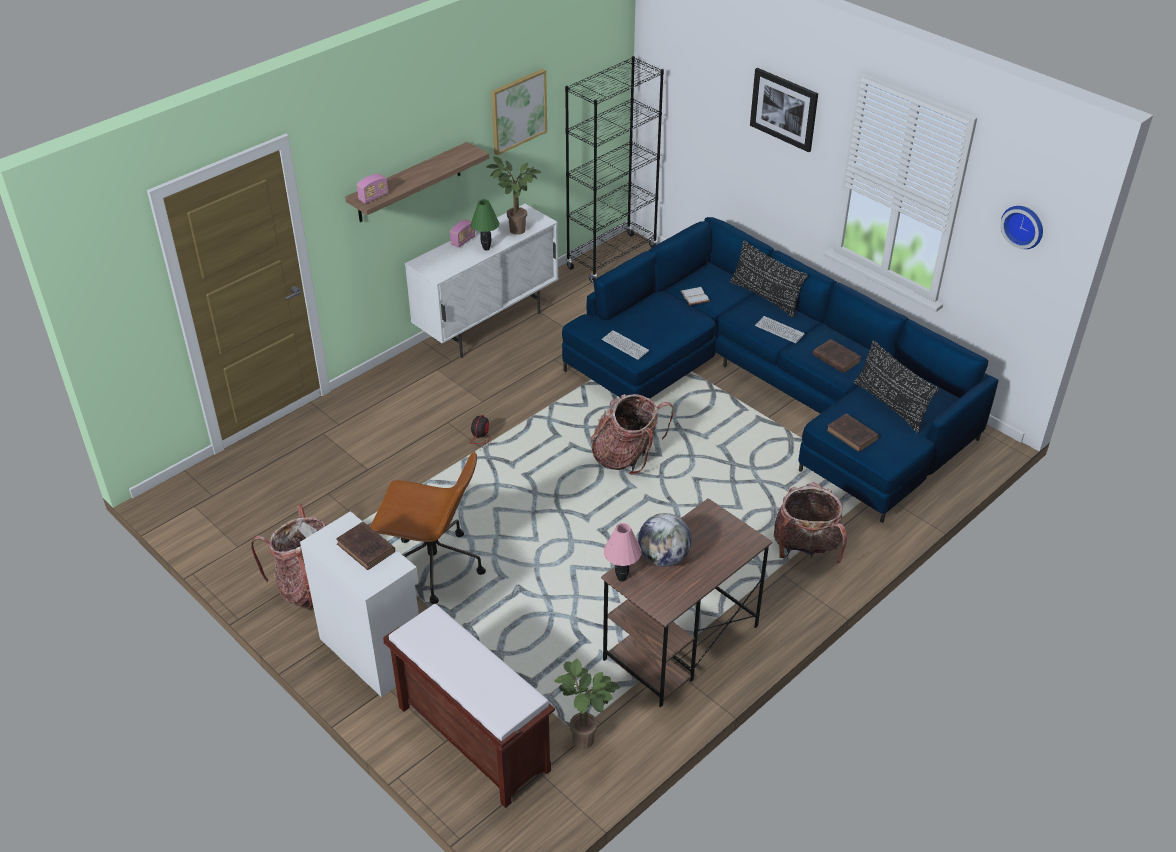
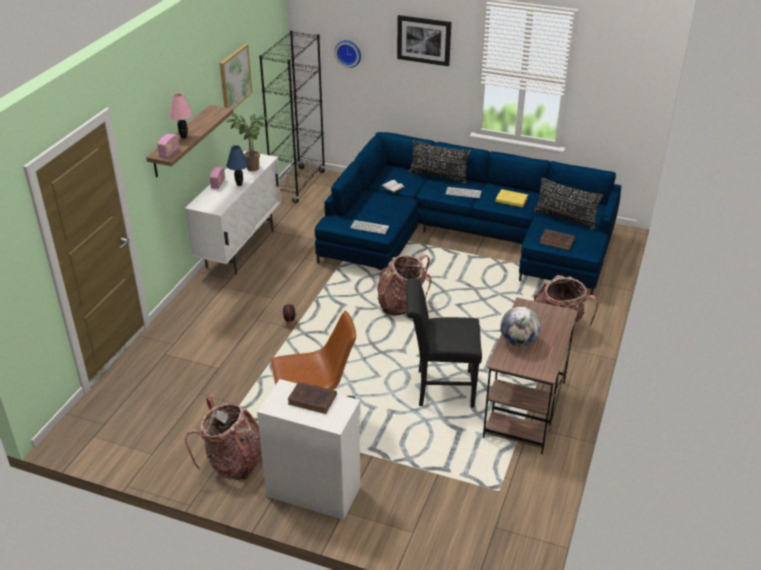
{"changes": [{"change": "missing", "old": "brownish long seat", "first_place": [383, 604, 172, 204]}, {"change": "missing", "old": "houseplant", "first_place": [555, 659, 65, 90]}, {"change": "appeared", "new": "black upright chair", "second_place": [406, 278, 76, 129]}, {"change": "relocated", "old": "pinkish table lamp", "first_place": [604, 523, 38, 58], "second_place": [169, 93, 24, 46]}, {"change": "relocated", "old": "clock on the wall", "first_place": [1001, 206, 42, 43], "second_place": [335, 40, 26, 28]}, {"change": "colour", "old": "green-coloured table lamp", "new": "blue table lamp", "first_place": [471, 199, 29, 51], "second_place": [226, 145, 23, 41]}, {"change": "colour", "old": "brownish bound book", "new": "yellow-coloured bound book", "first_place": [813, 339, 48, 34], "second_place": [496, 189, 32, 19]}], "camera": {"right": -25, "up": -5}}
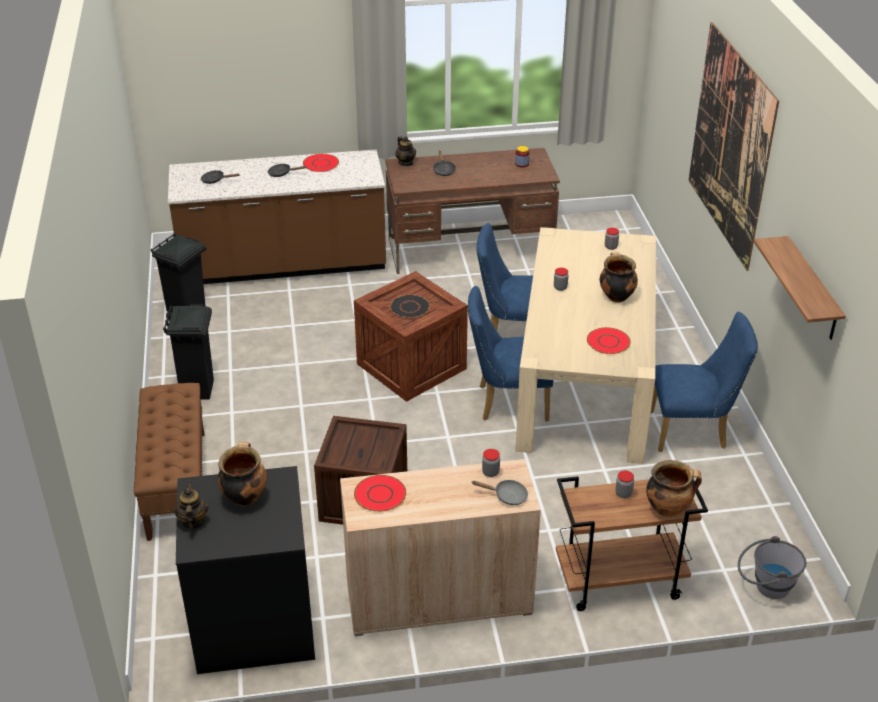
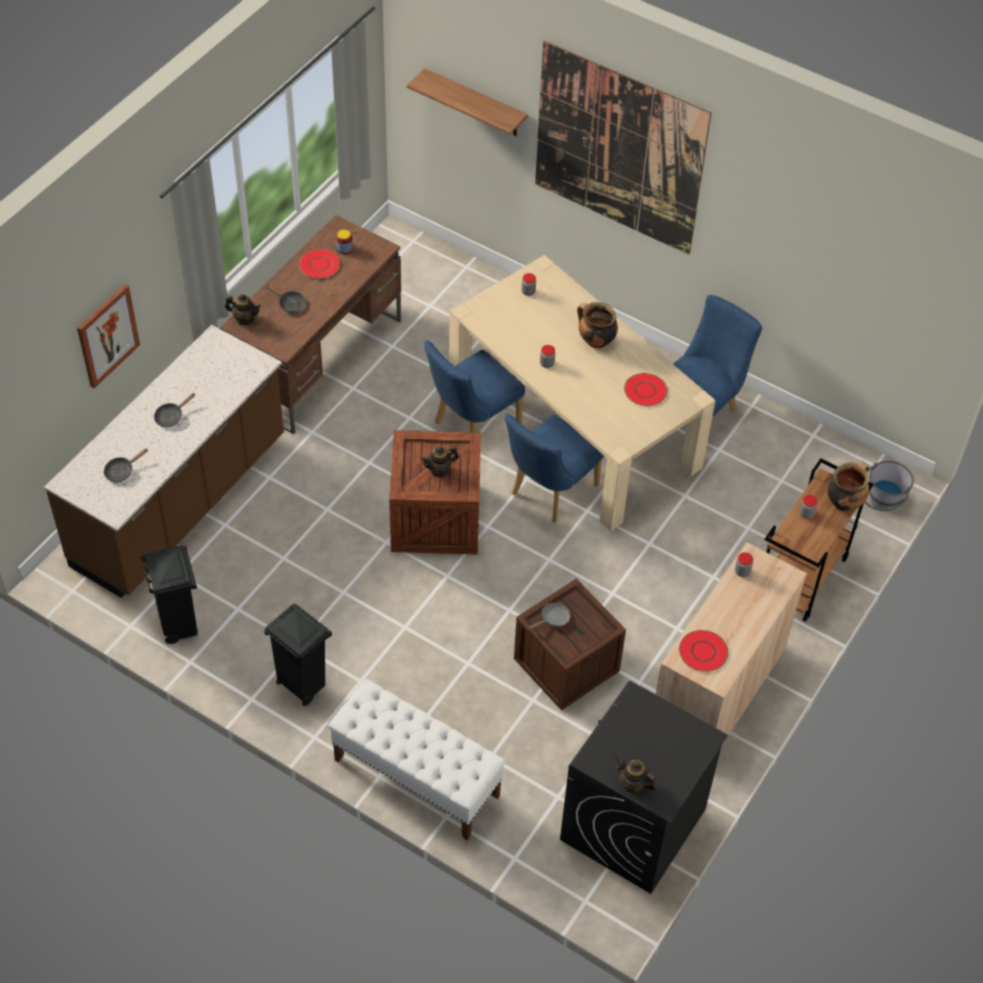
{"changes": [{"change": "missing", "old": "stockpot", "first_place": [218, 442, 49, 64]}, {"change": "appeared", "new": "picture", "second_place": [77, 284, 63, 104]}, {"change": "relocated", "old": "red-coloured plate", "first_place": [303, 154, 36, 18], "second_place": [299, 249, 41, 30]}, {"change": "relocated", "old": "grey frying pan", "first_place": [471, 480, 57, 25], "second_place": [527, 603, 43, 27]}, {"change": "relocated", "old": "shelf", "first_place": [753, 236, 93, 104], "second_place": [407, 68, 121, 68]}, {"change": "exchanged", "old": "black plate", "new": "tea pot", "first_place": [390, 294, 40, 24], "second_place": [421, 446, 38, 31]}, {"change": "colour", "old": "brownish long seat", "new": "white-coloured long seat", "first_place": [134, 383, 71, 158], "second_place": [328, 679, 178, 162]}], "camera": {"right": -50, "up": 15}}
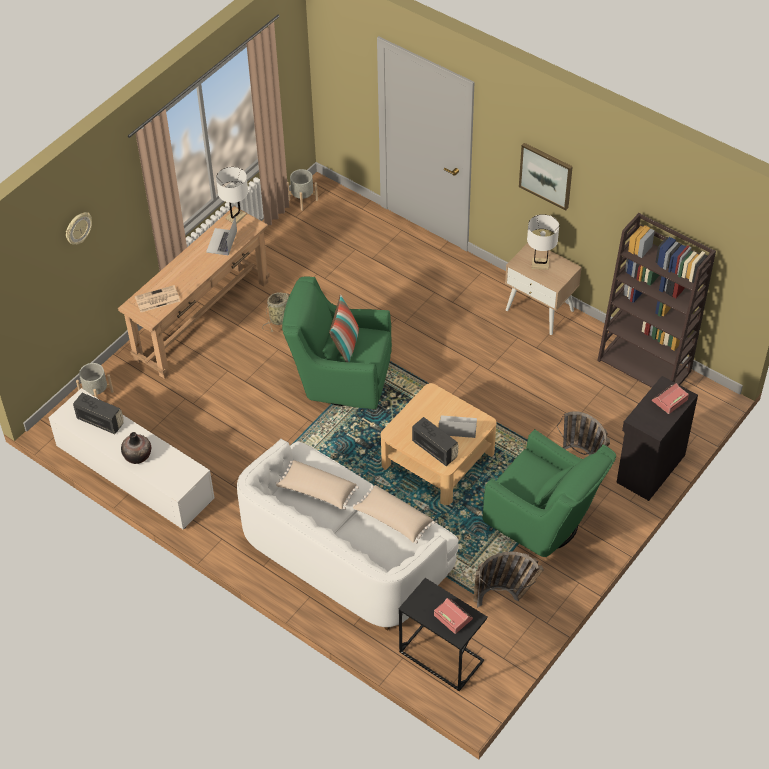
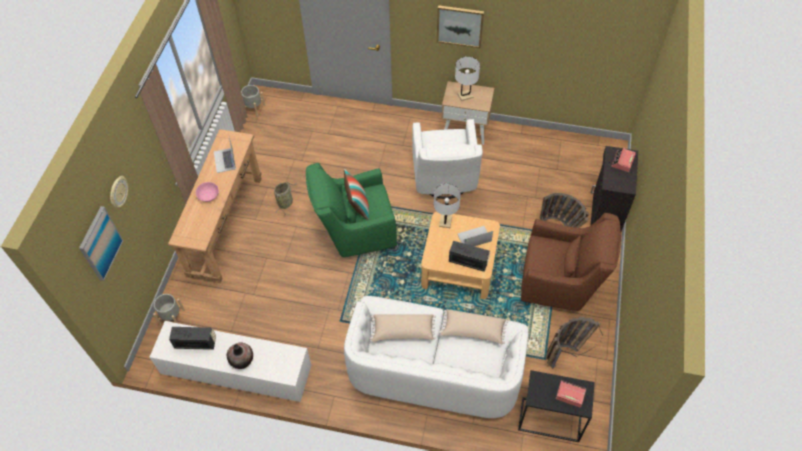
{"changes": [{"change": "missing", "old": "newspaper", "first_place": [135, 285, 45, 27]}, {"change": "missing", "old": "brownish bookcase", "first_place": [597, 213, 119, 175]}, {"change": "appeared", "new": "picture", "second_place": [79, 206, 44, 75]}, {"change": "appeared", "new": "pinkish deep dish", "second_place": [196, 182, 23, 20]}, {"change": "appeared", "new": "white-coloured lounge chair", "second_place": [412, 119, 71, 80]}, {"change": "relocated", "old": "white-coloured table lamp", "first_place": [216, 167, 32, 57], "second_place": [434, 184, 27, 44]}, {"change": "colour", "old": "green-coloured lounge chair", "new": "brownish lounge chair", "first_place": [483, 429, 133, 128], "second_place": [521, 213, 100, 98]}], "camera": {"right": -25, "up": 5}}
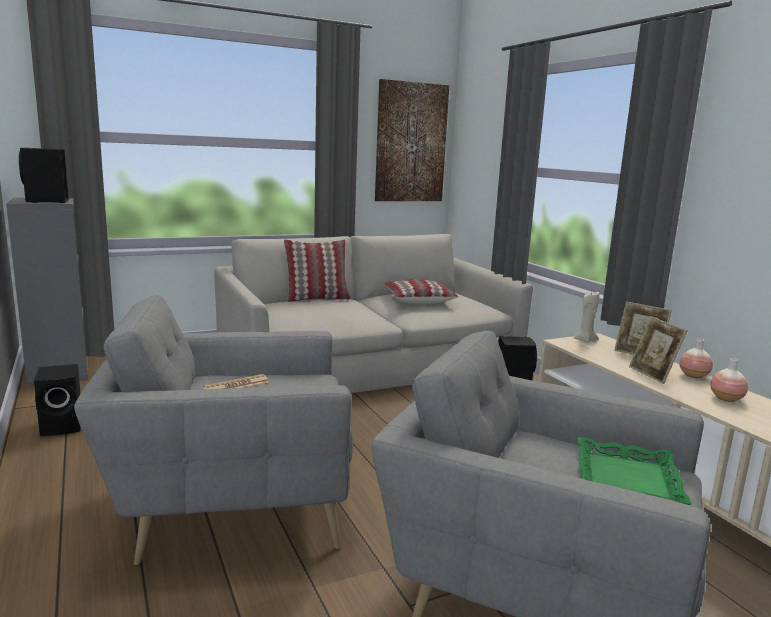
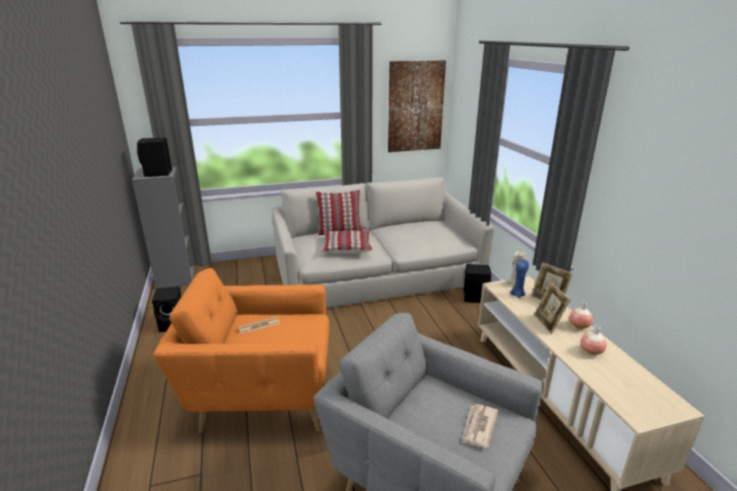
{"changes": [{"change": "appeared", "new": "blue candle", "second_place": [510, 259, 19, 39]}, {"change": "relocated", "old": "throw pillow", "first_place": [383, 279, 75, 25], "second_place": [322, 230, 51, 24]}, {"change": "exchanged", "old": "green-coloured tray", "new": "newspaper", "first_place": [578, 437, 113, 68], "second_place": [462, 404, 37, 44]}, {"change": "colour", "old": "grey lounge chair", "new": "orange lounge chair", "first_place": [74, 295, 279, 270], "second_place": [153, 268, 176, 166]}], "camera": {"right": 10, "up": 10}}
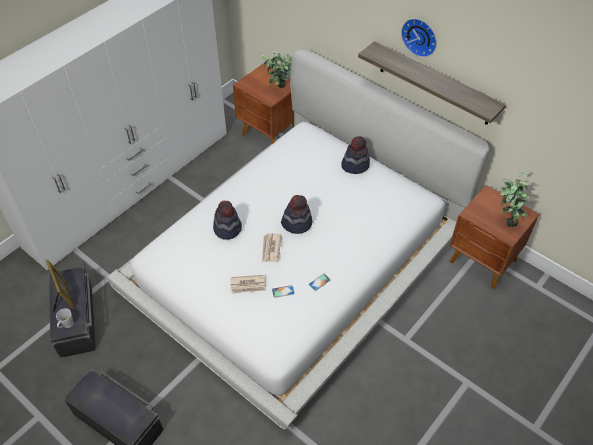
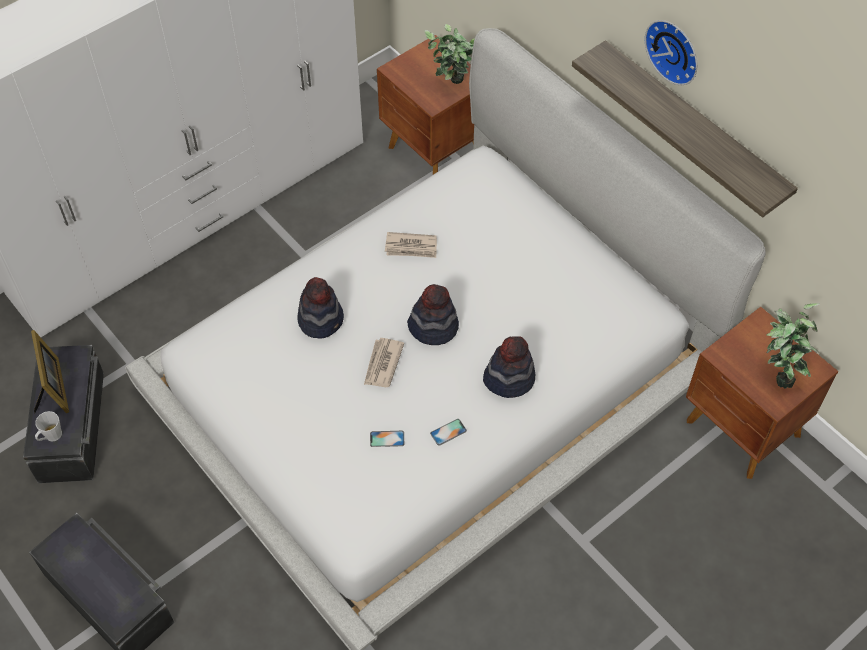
{"changes": [{"change": "relocated", "old": "newspaper", "first_place": [230, 275, 36, 19], "second_place": [385, 232, 52, 26]}, {"change": "relocated", "old": "wearable hat", "first_place": [342, 136, 28, 38], "second_place": [483, 336, 52, 62]}], "camera": {"right": 10, "up": 5}}
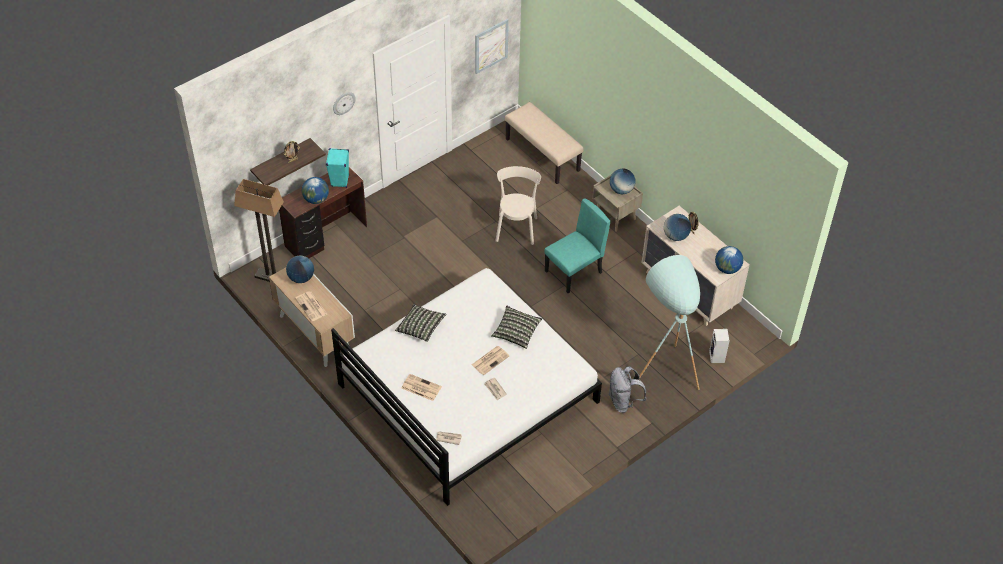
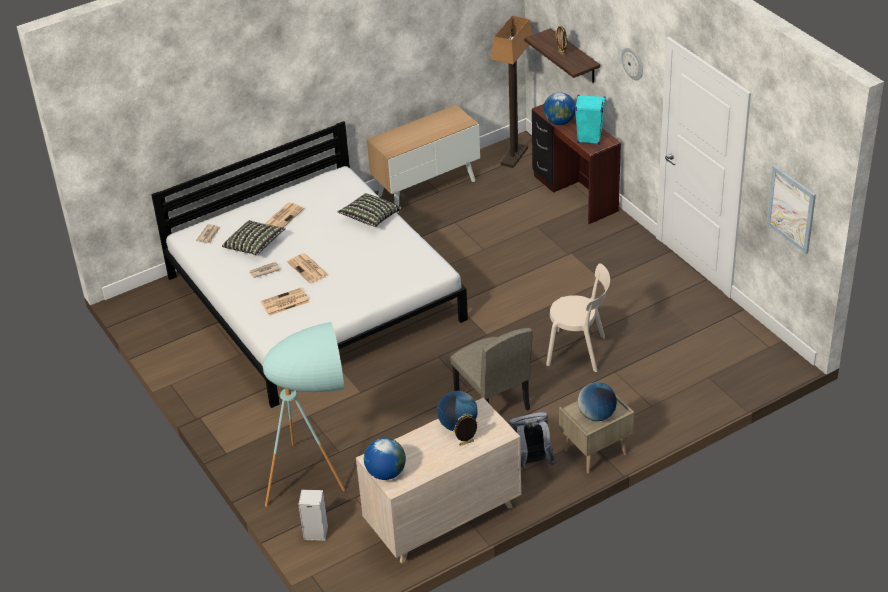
{"changes": [{"change": "missing", "old": "globe", "first_place": [286, 256, 28, 27]}, {"change": "missing", "old": "sand-coloured long seat", "first_place": [505, 102, 79, 82]}, {"change": "relocated", "old": "newspaper", "first_place": [295, 291, 32, 30], "second_place": [261, 288, 49, 28]}, {"change": "relocated", "old": "throw pillow", "first_place": [491, 305, 51, 44], "second_place": [222, 220, 64, 35]}, {"change": "relocated", "old": "grey knapsack", "first_place": [608, 366, 38, 47], "second_place": [509, 412, 46, 58]}, {"change": "colour", "old": "turquoise-coloured upright chair", "new": "sand-coloured upright chair", "first_place": [544, 198, 66, 95], "second_place": [450, 328, 82, 83]}], "camera": {"right": 100, "up": -10}}
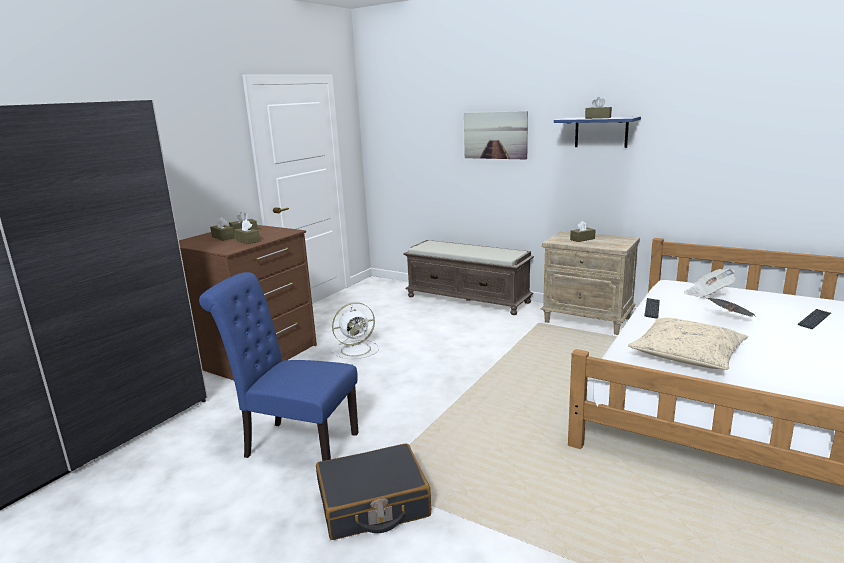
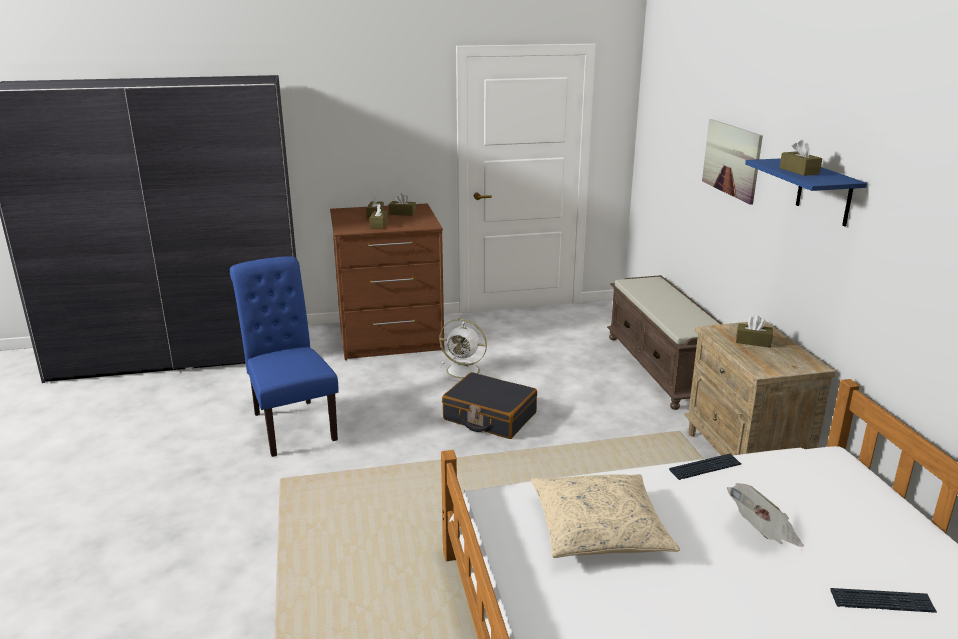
{"changes": [{"change": "missing", "old": "newspaper", "first_place": [684, 269, 52, 29]}, {"change": "relocated", "old": "black travel case", "first_place": [316, 443, 115, 97], "second_place": [442, 372, 95, 67]}], "camera": {"right": 45, "up": 5}}
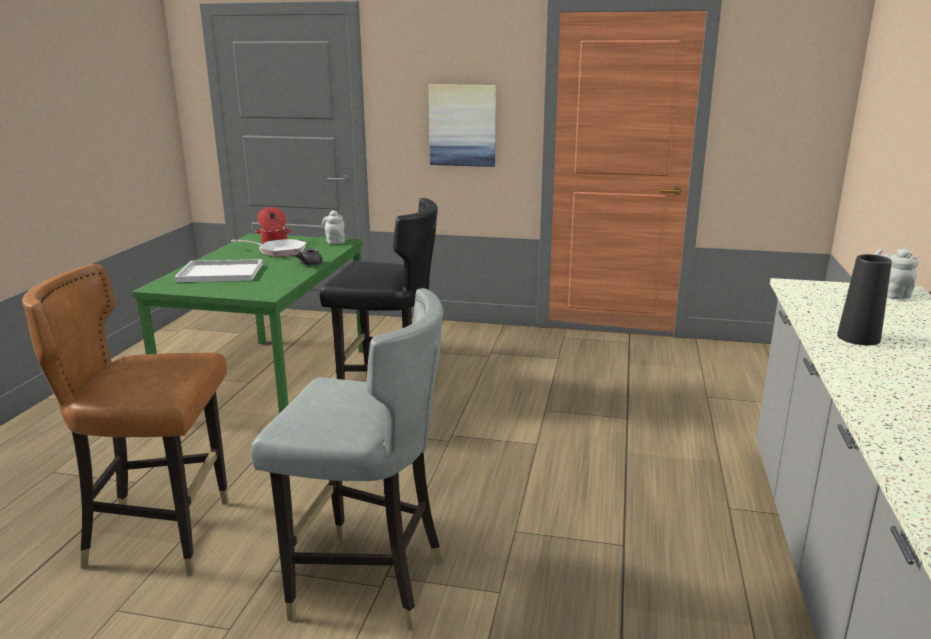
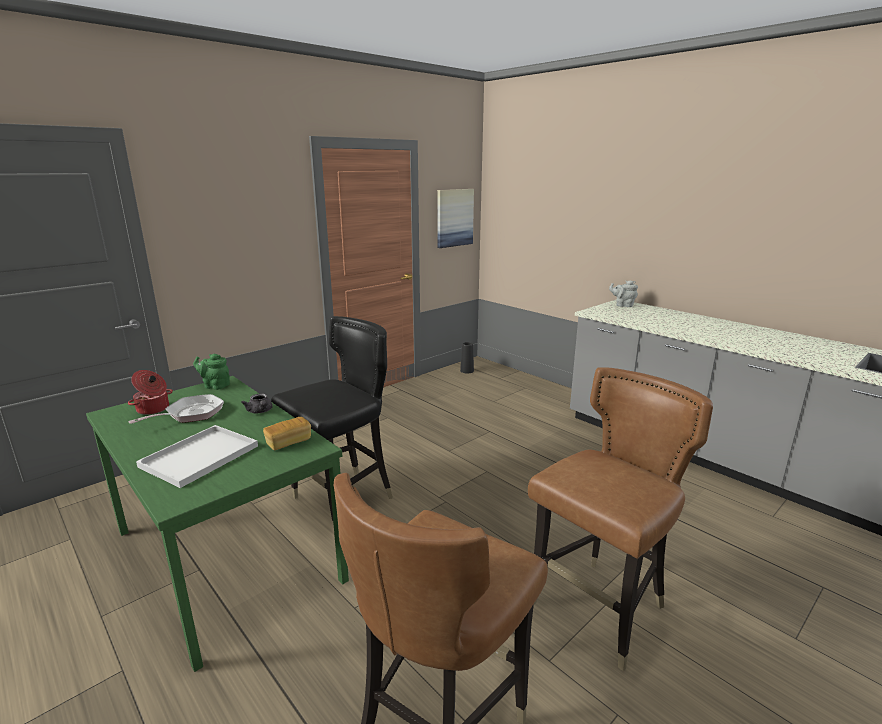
{"changes": [{"change": "appeared", "new": "bakery bread", "second_place": [263, 417, 48, 33]}, {"change": "relocated", "old": "picture", "first_place": [429, 84, 67, 83], "second_place": [437, 189, 37, 59]}, {"change": "relocated", "old": "black flower vase", "first_place": [837, 254, 55, 91], "second_place": [460, 342, 14, 31]}, {"change": "colour", "old": "grey upright chair", "new": "brownish upright chair", "first_place": [251, 288, 193, 343], "second_place": [528, 367, 185, 304]}, {"change": "colour", "old": "grey tea pot", "new": "green-coloured tea pot", "first_place": [322, 210, 23, 34], "second_place": [193, 354, 37, 36]}], "camera": {"right": -55, "up": 0}}
